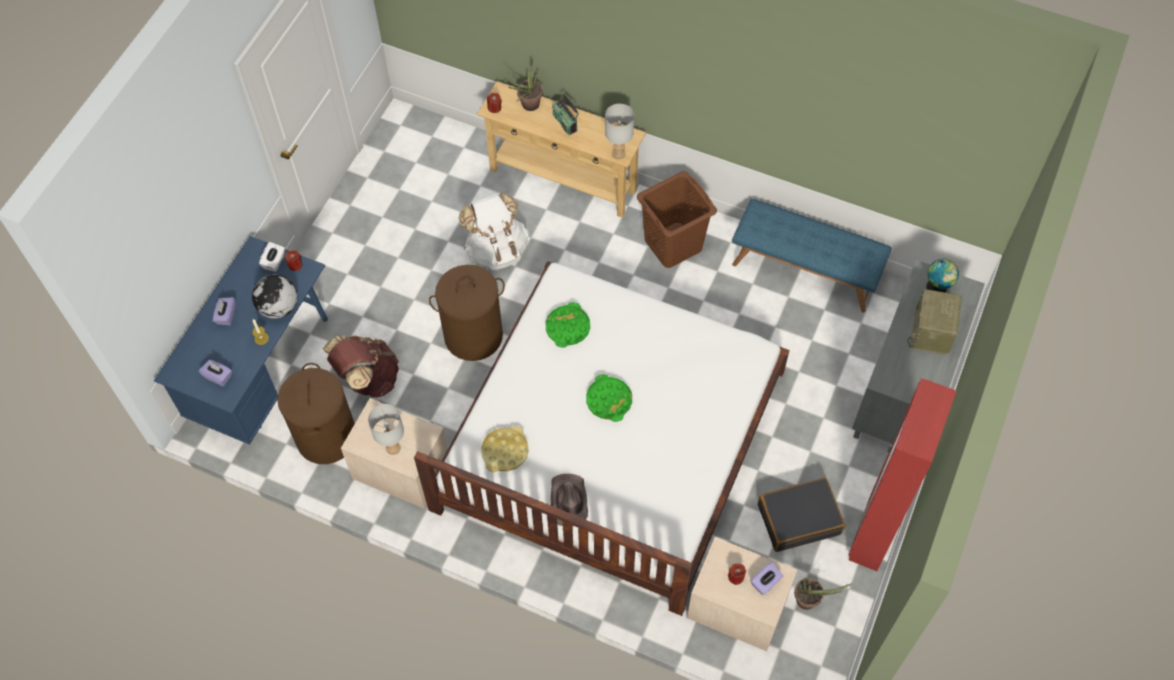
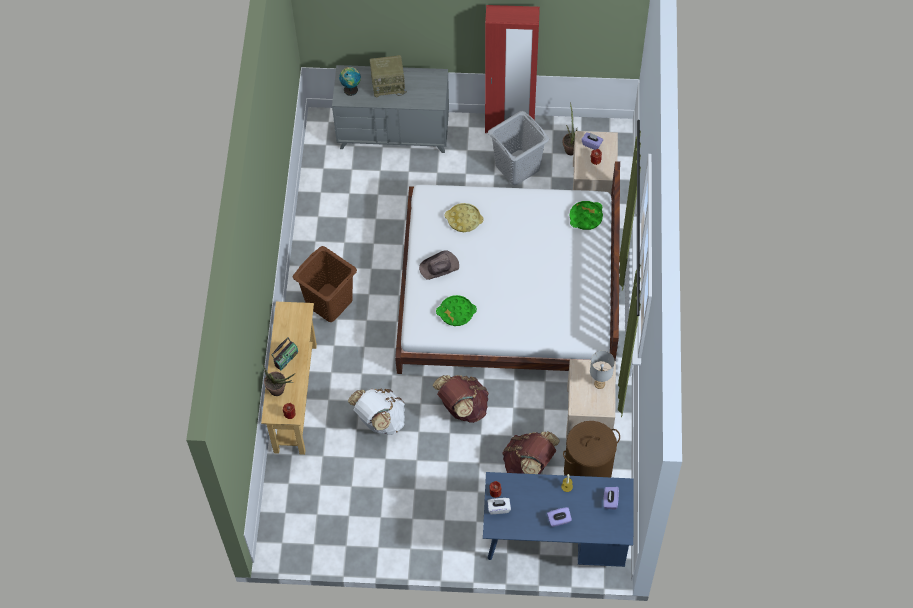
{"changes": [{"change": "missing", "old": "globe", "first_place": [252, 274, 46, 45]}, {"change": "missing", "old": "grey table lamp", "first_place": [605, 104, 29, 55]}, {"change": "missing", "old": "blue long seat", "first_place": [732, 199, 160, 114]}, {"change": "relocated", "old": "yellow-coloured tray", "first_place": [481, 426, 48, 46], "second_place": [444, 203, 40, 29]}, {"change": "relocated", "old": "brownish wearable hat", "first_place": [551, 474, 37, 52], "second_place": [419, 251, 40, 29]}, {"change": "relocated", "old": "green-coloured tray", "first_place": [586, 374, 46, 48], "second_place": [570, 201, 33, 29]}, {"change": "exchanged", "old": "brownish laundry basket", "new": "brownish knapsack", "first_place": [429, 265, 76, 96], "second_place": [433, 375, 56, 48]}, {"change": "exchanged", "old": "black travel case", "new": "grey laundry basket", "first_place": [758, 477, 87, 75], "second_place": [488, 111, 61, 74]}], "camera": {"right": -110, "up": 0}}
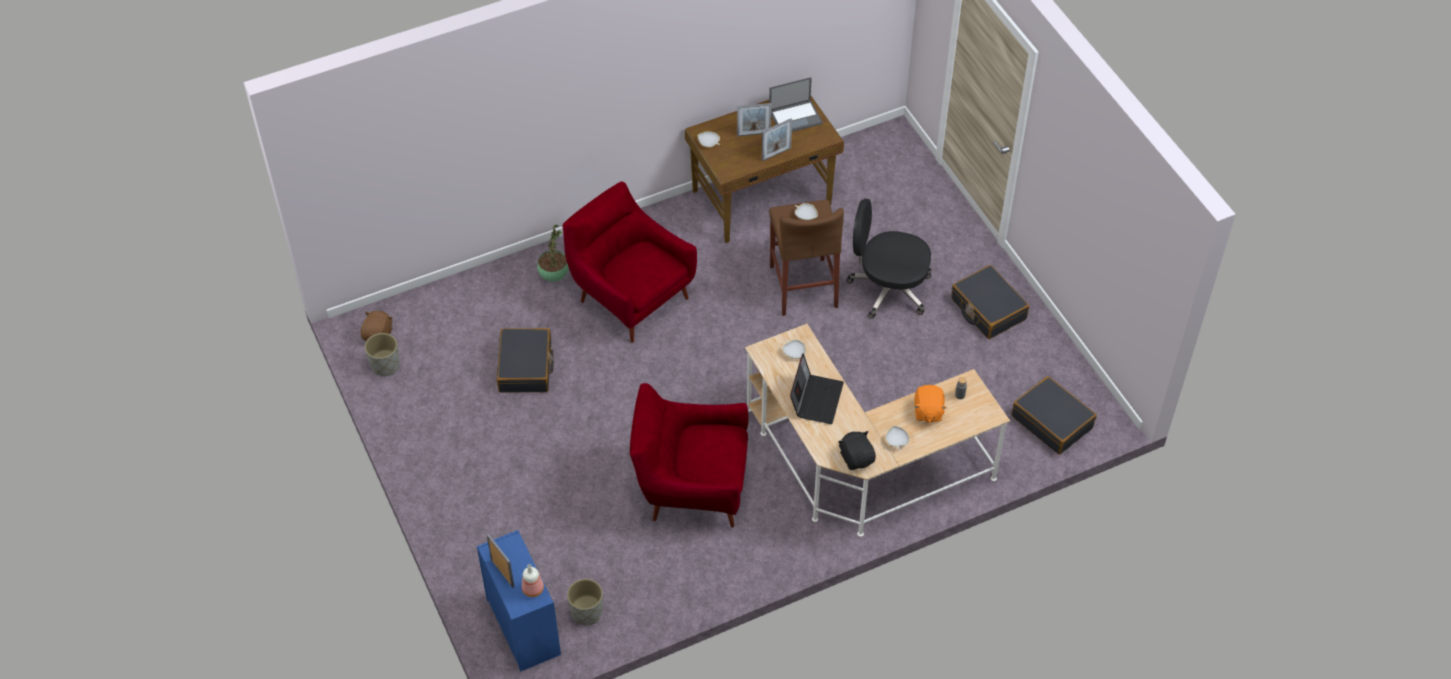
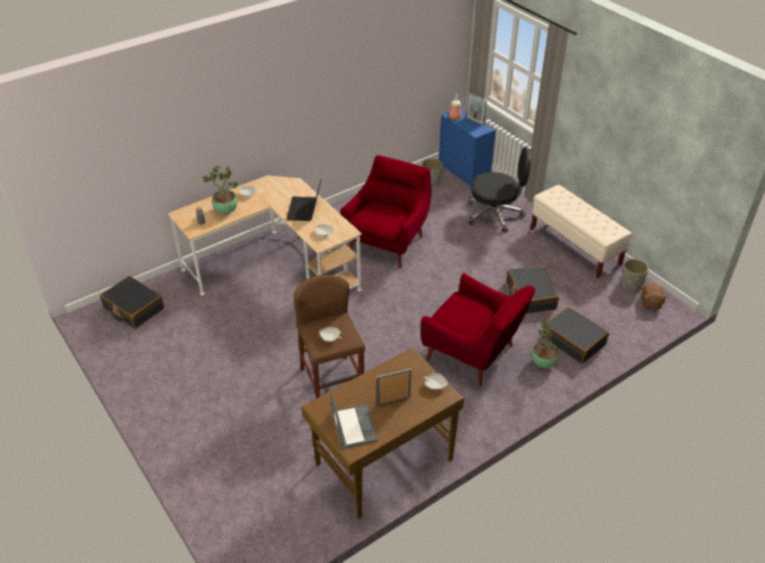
{"changes": [{"change": "missing", "old": "standing frame", "first_place": [762, 118, 30, 43]}, {"change": "missing", "old": "black cuddly toy", "first_place": [838, 431, 38, 39]}, {"change": "appeared", "new": "sand-coloured long seat", "second_place": [530, 185, 102, 93]}, {"change": "relocated", "old": "black office chair", "first_place": [846, 199, 86, 120], "second_place": [468, 147, 63, 86]}, {"change": "relocated", "old": "black travel case", "first_place": [951, 265, 78, 74], "second_place": [542, 306, 67, 58]}, {"change": "exchanged", "old": "orange cuddly toy", "new": "houseplant", "first_place": [914, 385, 33, 38], "second_place": [203, 165, 35, 49]}, {"change": "spun", "old": "red-coloured lounge chair", "first_place": [630, 383, 119, 144], "second_place": [340, 155, 91, 113], "degrees": -60}, {"change": "spun", "old": "portable computer", "first_place": [769, 77, 54, 55], "second_place": [330, 390, 48, 59], "degrees": 105}], "camera": {"right": 170, "up": -10}}
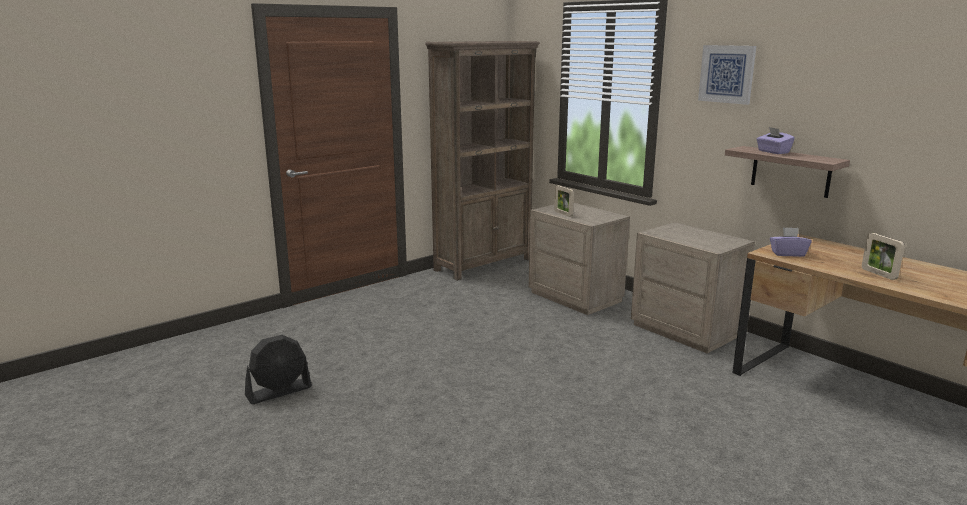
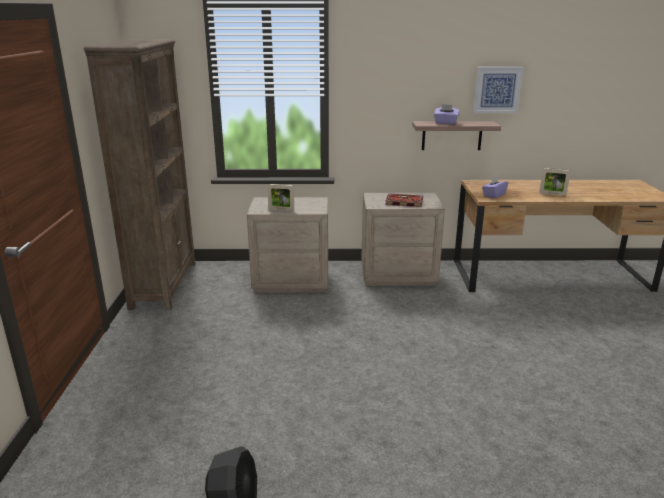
{"changes": [{"change": "appeared", "new": "bound book", "second_place": [385, 193, 38, 14]}, {"change": "relocated", "old": "picture", "first_place": [698, 45, 58, 60], "second_place": [473, 67, 51, 46]}], "camera": {"right": -50, "up": 5}}
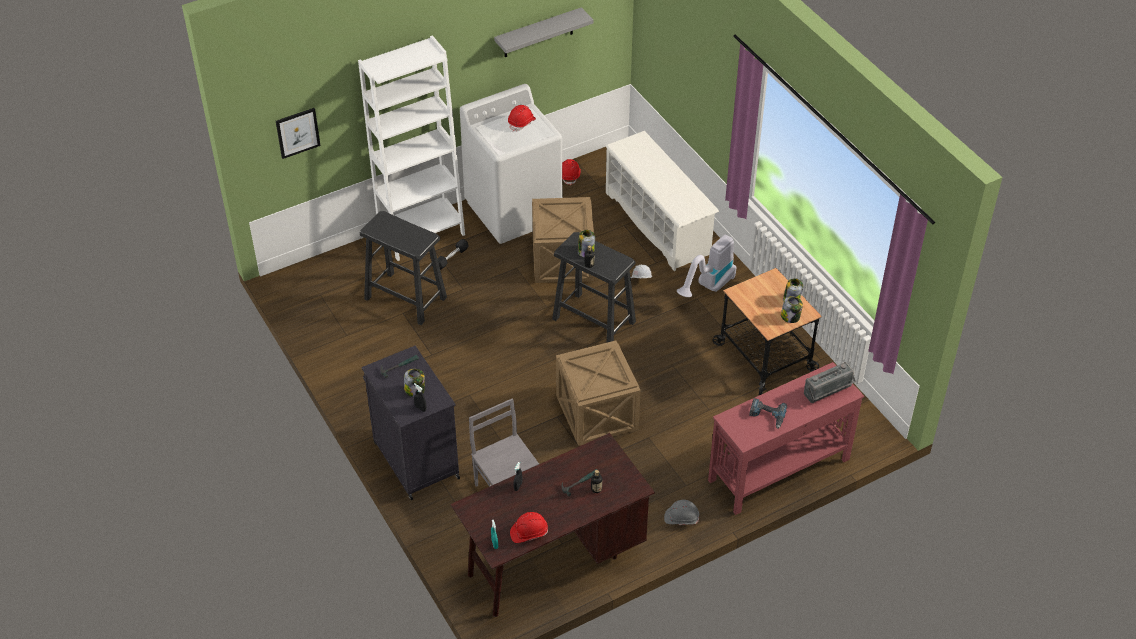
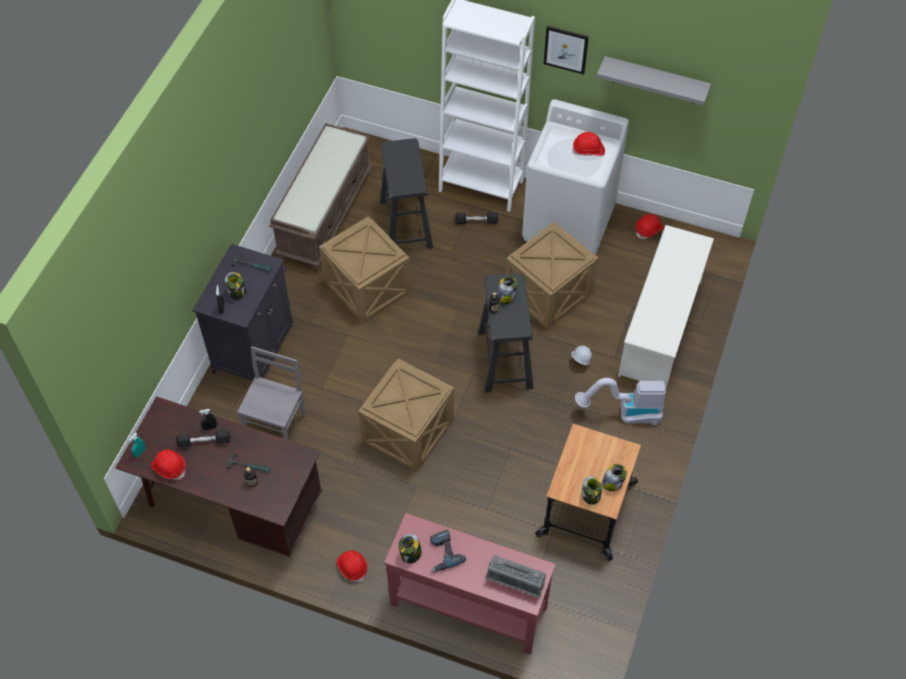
{"changes": [{"change": "appeared", "new": "black hand weight", "second_place": [176, 430, 54, 18]}, {"change": "appeared", "new": "brownish long seat", "second_place": [269, 123, 103, 147]}, {"change": "appeared", "new": "crate", "second_place": [319, 216, 92, 107]}, {"change": "appeared", "new": "jar", "second_place": [398, 534, 24, 30]}, {"change": "relocated", "old": "picture", "first_place": [276, 108, 44, 51], "second_place": [544, 26, 45, 49]}, {"change": "colour", "old": "grey work helmet", "new": "red-coloured work helmet", "first_place": [664, 500, 35, 25], "second_place": [337, 550, 31, 32]}], "camera": {"right": 50, "up": 10}}
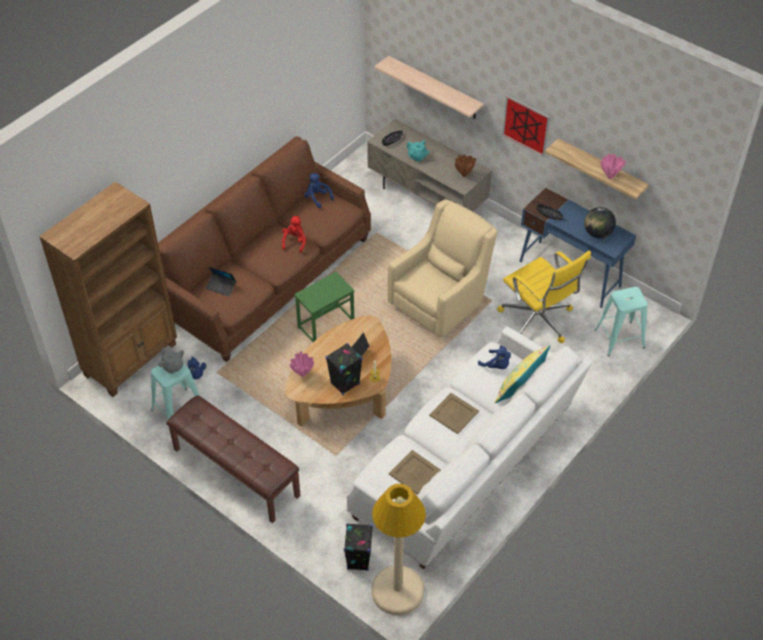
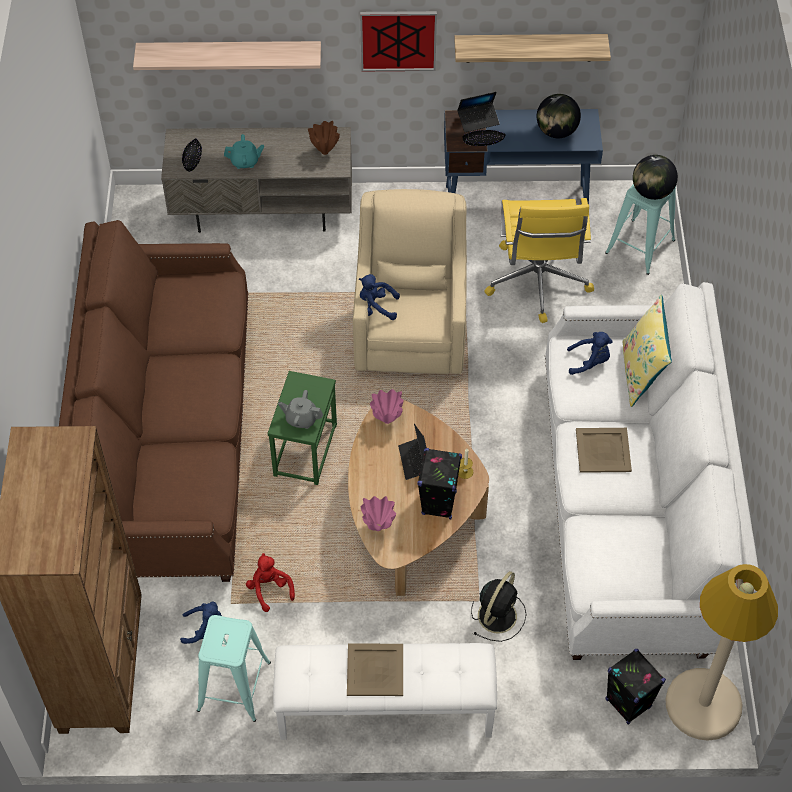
{"changes": [{"change": "appeared", "new": "black electric fan", "second_place": [471, 571, 56, 71]}, {"change": "appeared", "new": "globe", "second_place": [633, 155, 45, 45]}, {"change": "relocated", "old": "grey tea pot", "first_place": [158, 348, 26, 26], "second_place": [278, 390, 45, 39]}, {"change": "relocated", "old": "portable computer", "first_place": [206, 267, 30, 29], "second_place": [458, 92, 42, 40]}, {"change": "relocated", "old": "red-coloured cuddly toy", "first_place": [282, 216, 24, 37], "second_place": [246, 553, 49, 59]}, {"change": "relocated", "old": "blue cuddly toy", "first_place": [304, 173, 30, 35], "second_place": [359, 274, 41, 46]}, {"change": "relocated", "old": "sand-coloured tray", "first_place": [389, 450, 52, 45], "second_place": [347, 643, 56, 53]}, {"change": "relocated", "old": "pinkish flower vase", "first_place": [601, 153, 25, 26], "second_place": [370, 389, 34, 35]}, {"change": "colour", "old": "brownish long seat", "new": "white-coloured long seat", "first_place": [166, 395, 134, 128], "second_place": [273, 643, 224, 97]}, {"change": "spun", "old": "yellow-coloured office chair", "first_place": [497, 250, 94, 93], "second_place": [484, 198, 110, 125], "degrees": 75}], "camera": {"right": -40, "up": 5}}
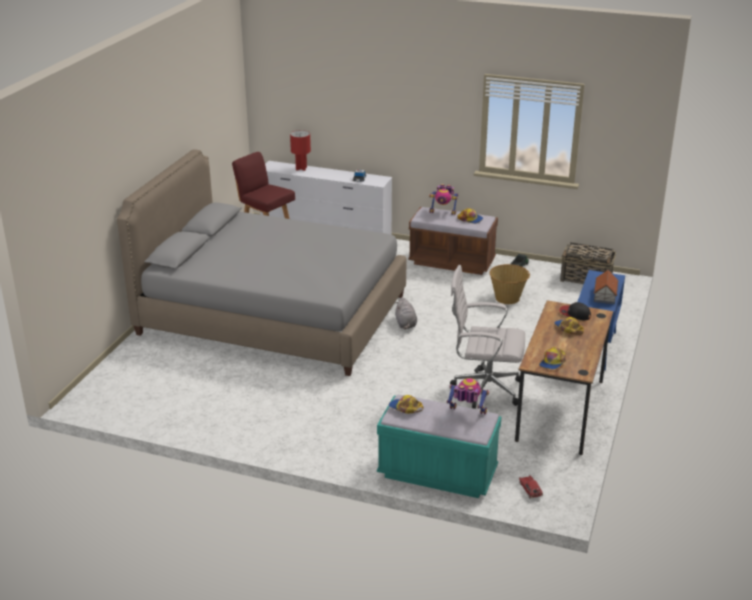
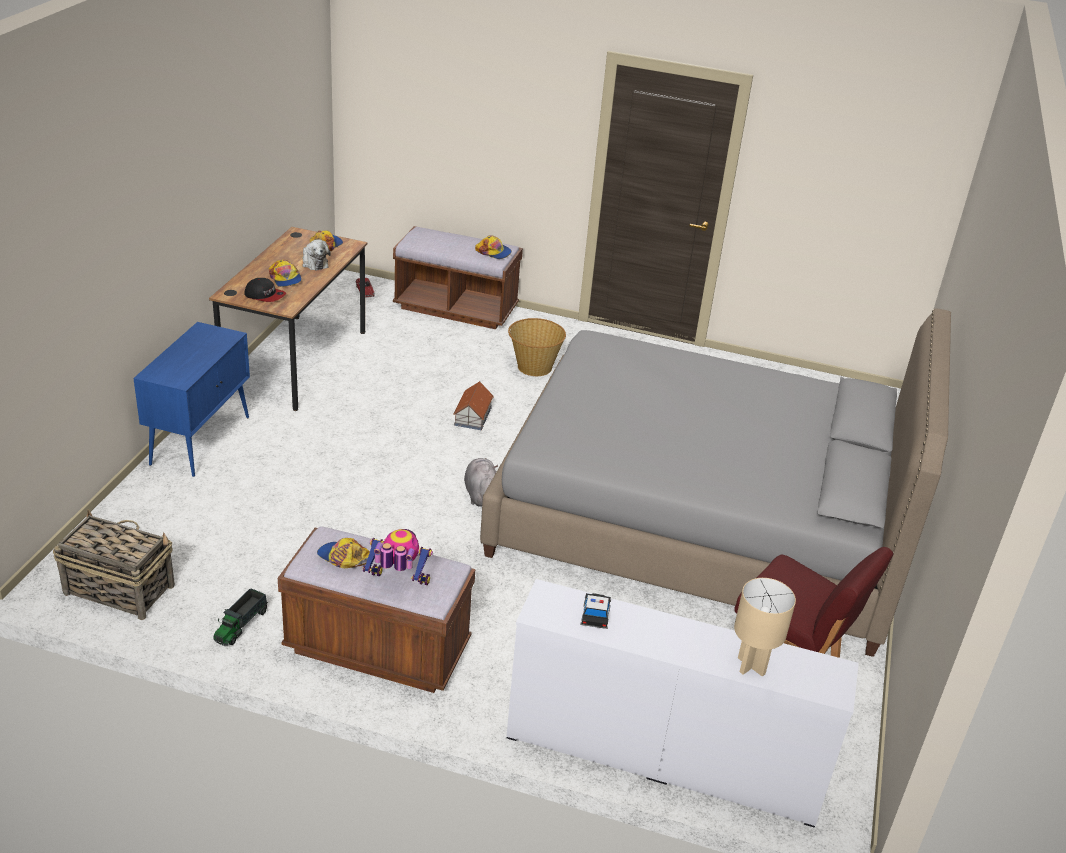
{"changes": [{"change": "missing", "old": "model robot", "first_place": [446, 378, 43, 37]}, {"change": "missing", "old": "white-coloured office chair", "first_place": [450, 265, 75, 144]}, {"change": "appeared", "new": "cuddly toy", "second_place": [302, 239, 29, 32]}, {"change": "relocated", "old": "storage basket", "first_place": [490, 264, 40, 40], "second_place": [508, 318, 58, 58]}, {"change": "relocated", "old": "model house", "first_place": [594, 270, 25, 34], "second_place": [453, 381, 41, 49]}, {"change": "colour", "old": "red-coloured table lamp", "new": "sand-coloured table lamp", "first_place": [290, 130, 21, 41], "second_place": [734, 578, 62, 98]}, {"change": "colour", "old": "turquoise-coloured long seat", "new": "brownish long seat", "first_place": [377, 395, 124, 103], "second_place": [393, 226, 130, 103]}], "camera": {"right": 175, "up": 5}}
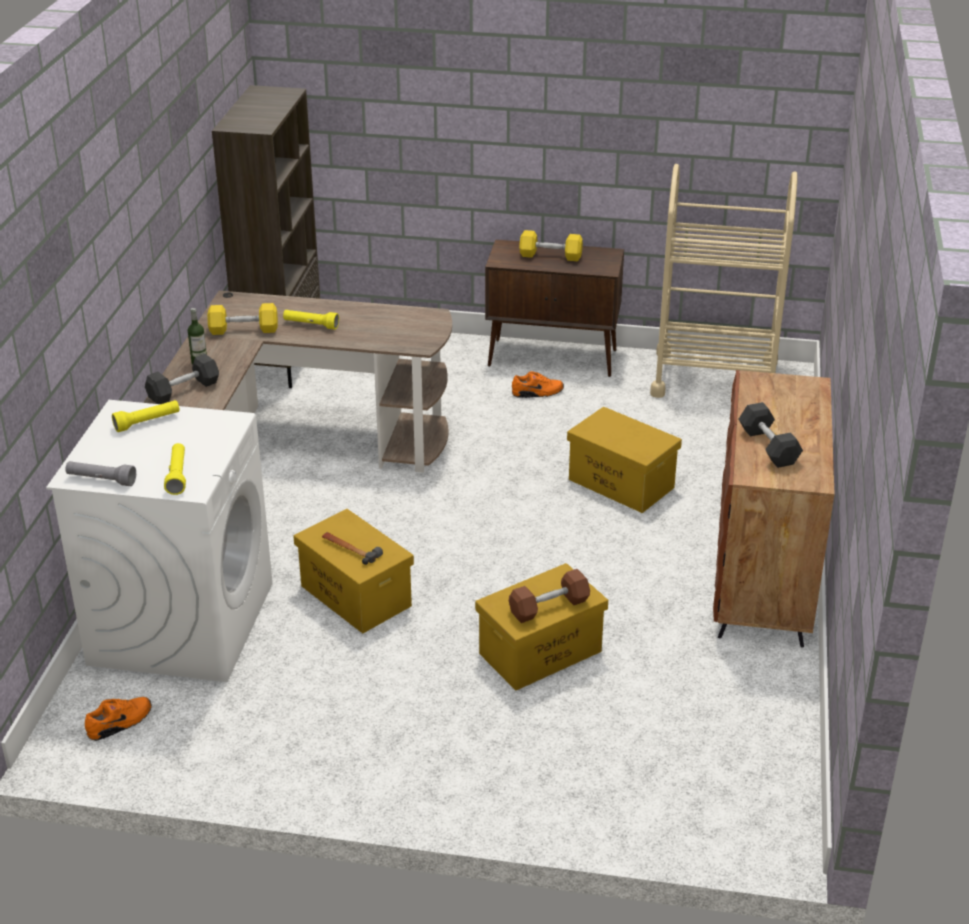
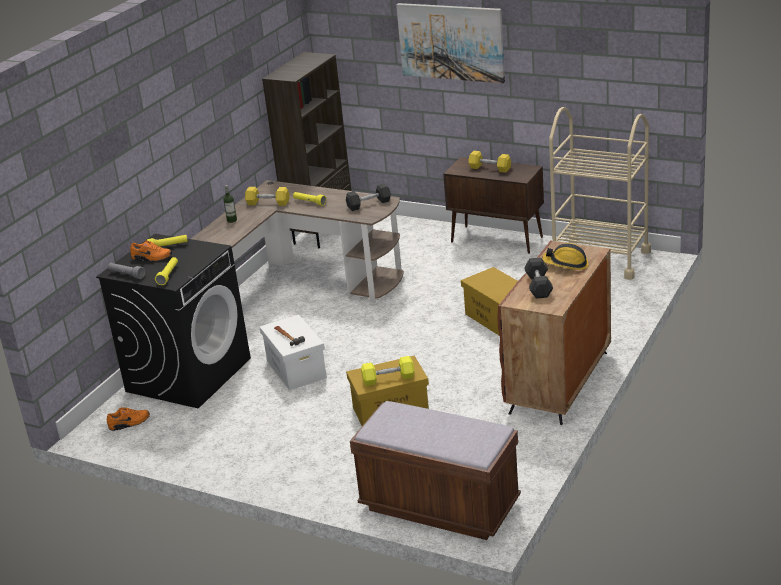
{"changes": [{"change": "appeared", "new": "brownish long seat", "second_place": [350, 401, 171, 139]}, {"change": "appeared", "new": "picture", "second_place": [396, 3, 109, 80]}, {"change": "appeared", "new": "work helmet", "second_place": [542, 243, 47, 27]}, {"change": "relocated", "old": "grey hand weight", "first_place": [145, 354, 74, 50], "second_place": [346, 183, 45, 28]}, {"change": "relocated", "old": "orange item of footwear", "first_place": [512, 371, 52, 27], "second_place": [130, 241, 42, 20]}, {"change": "colour", "old": "white-coloured laundry appliance", "new": "black laundry appliance", "first_place": [46, 400, 227, 282], "second_place": [96, 234, 155, 174]}, {"change": "colour", "old": "yellow-coloured storage bin", "new": "white-coloured storage bin", "first_place": [293, 509, 121, 125], "second_place": [260, 314, 67, 76]}, {"change": "colour", "old": "brownish hand weight", "new": "yellow-coloured hand weight", "first_place": [509, 569, 81, 54], "second_place": [361, 356, 53, 30]}], "camera": {"right": 20, "up": -5}}
